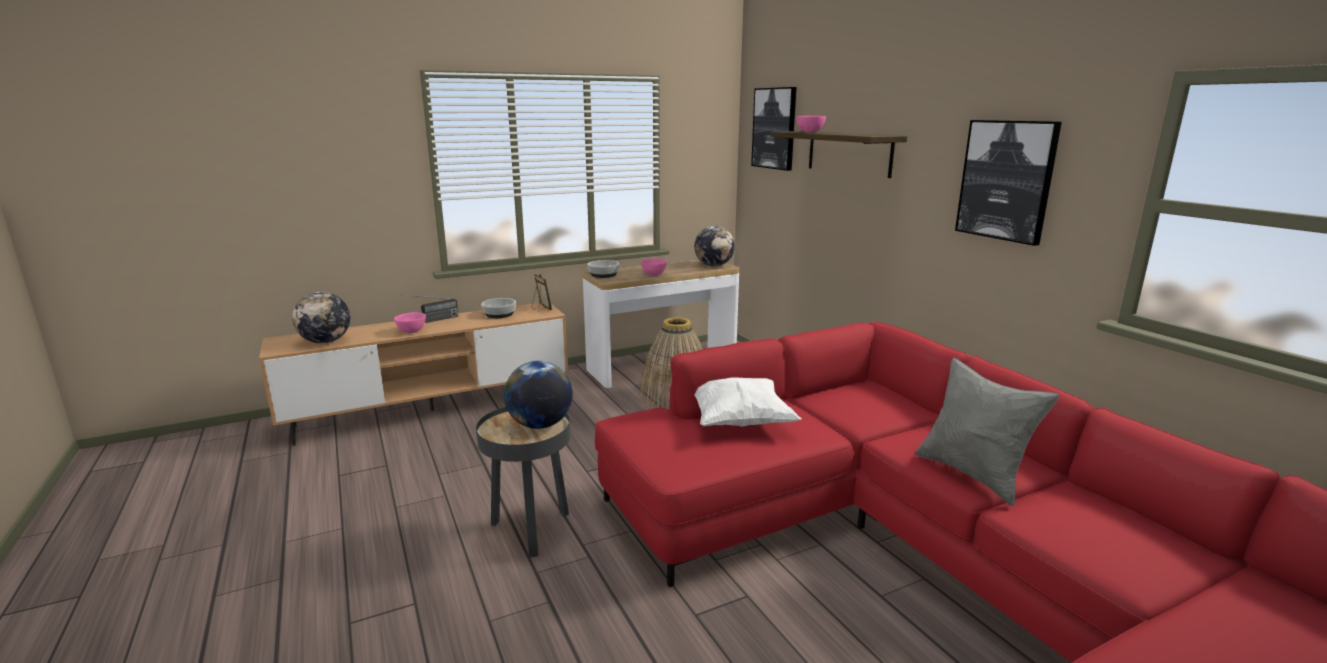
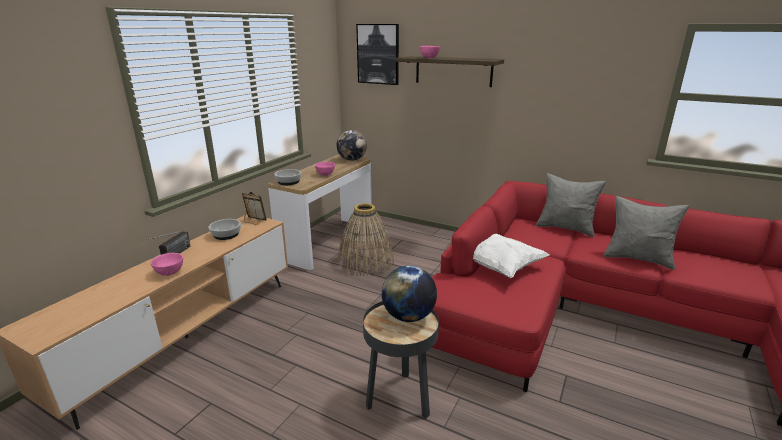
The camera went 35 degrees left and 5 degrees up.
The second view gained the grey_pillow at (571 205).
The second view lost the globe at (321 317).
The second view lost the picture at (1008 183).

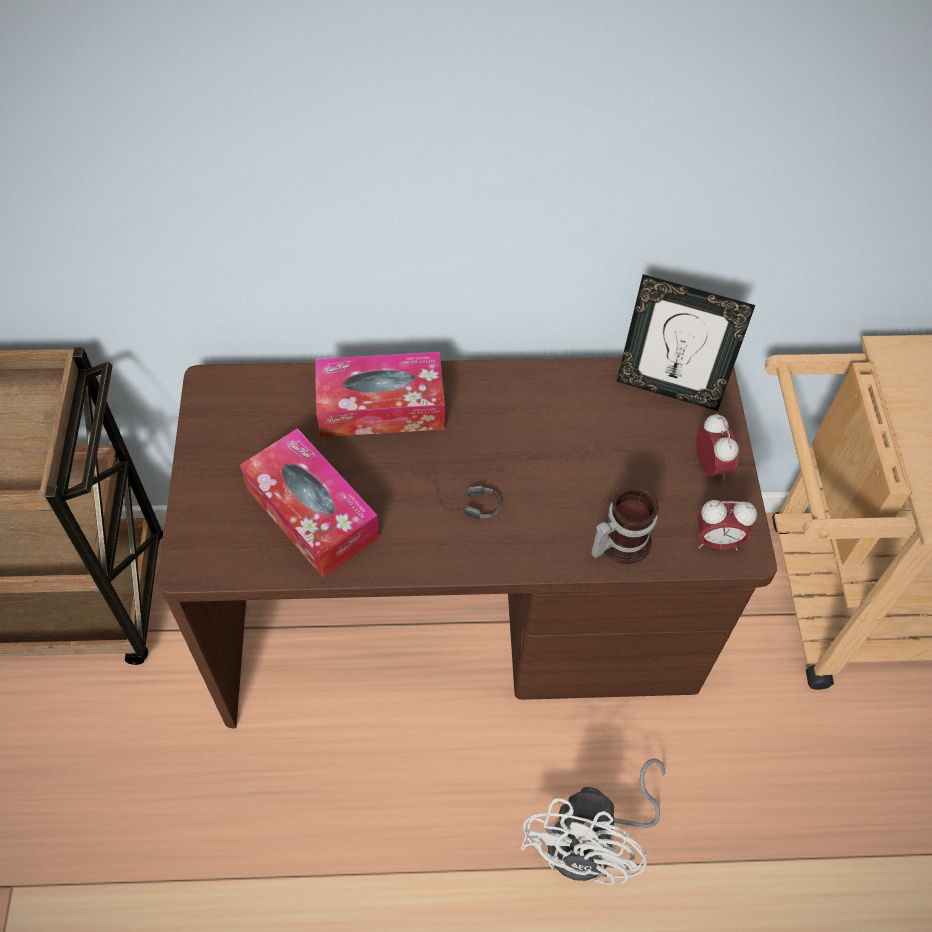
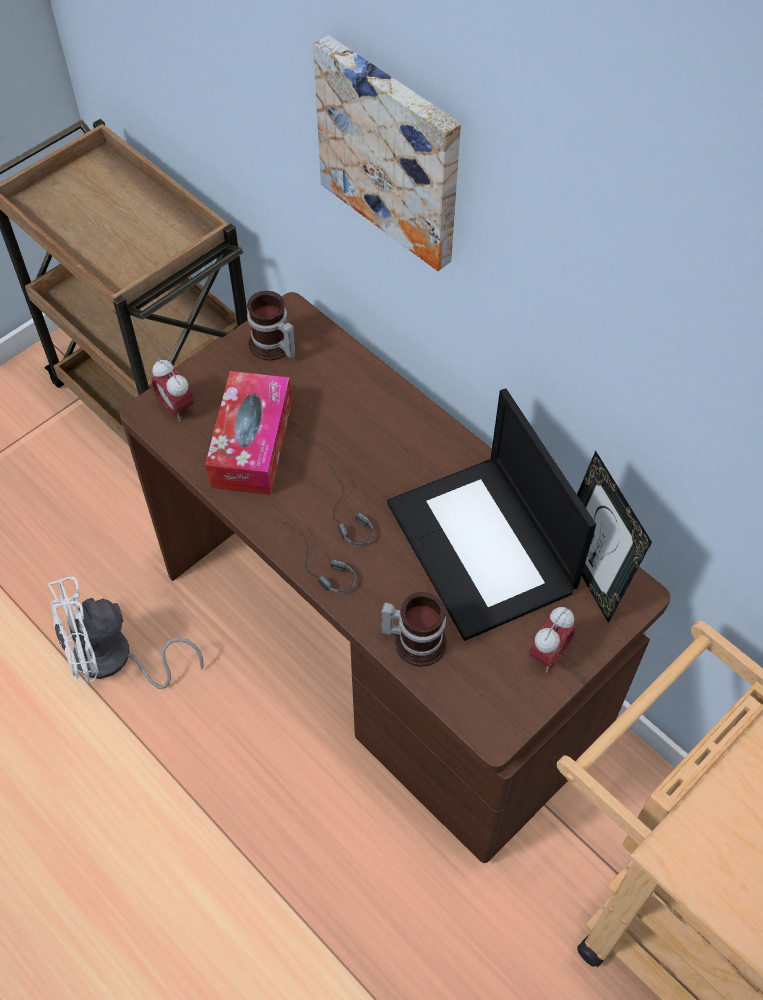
The camera went 50 degrees right and 0 degrees up.
The white_fan ended up elsewhere, having gone from (593 821) to (125 633).
The alarm_clock ended up elsewhere, having gone from (727 525) to (172 390).
The second view gained the mug at (271 326).
The second view gained the headphones at (318 557).
The second view gained the picture at (387 153).
The second view gained the laptop at (491 515).
The second view lost the tissue_box at (380 394).

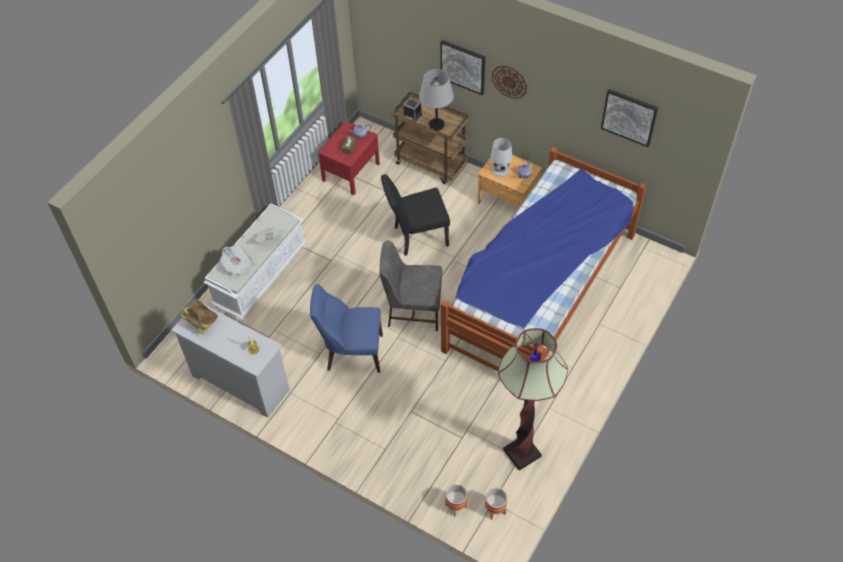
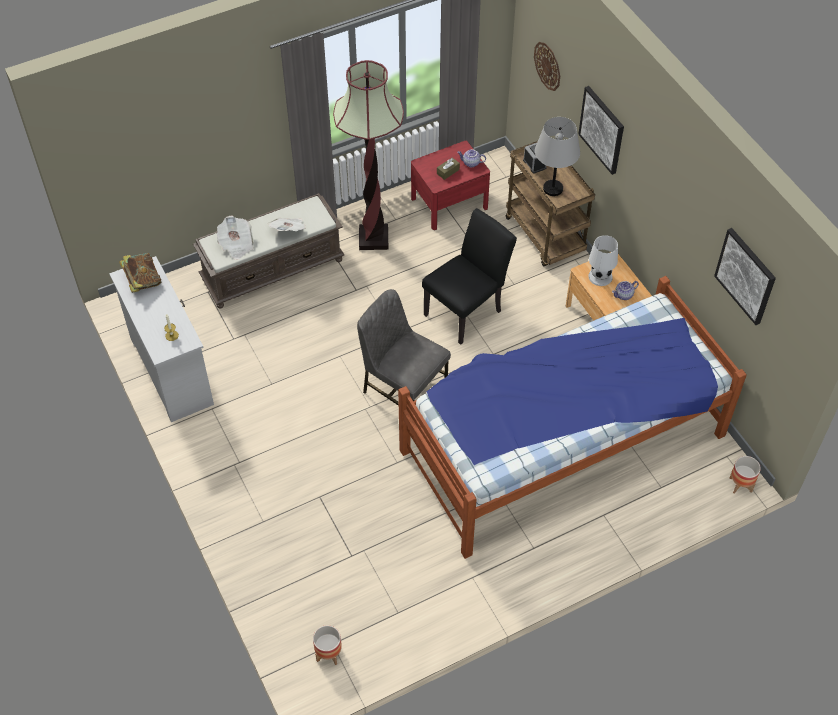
The camera went 30 degrees right and 0 degrees up.
What was the white_bench at (255 263) turned into the brown_bench at (268 251).
The floor_lamp ended up elsewhere, having gone from (533 399) to (368 155).
The black_chair at (415 215) ended up facing another way, 120 degrees clockwise from before.
The wall_clock ended up elsewhere, having gone from (509 82) to (547 66).
The planter ended up elsewhere, having gone from (456 500) to (745 475).
The second view lost the blue_chair at (346 328).

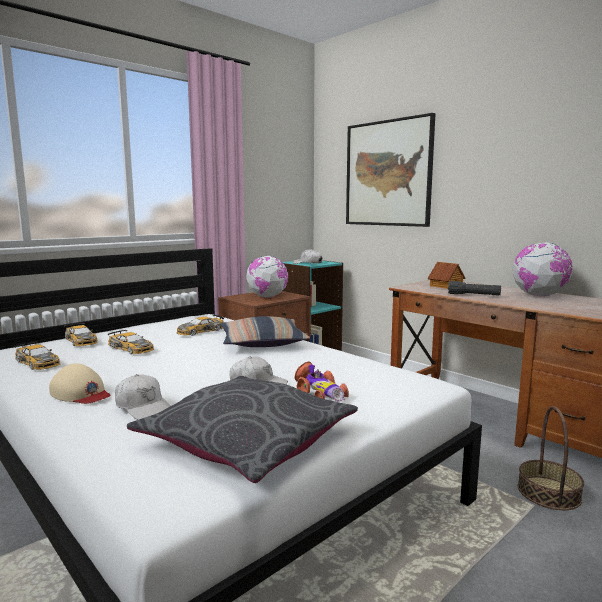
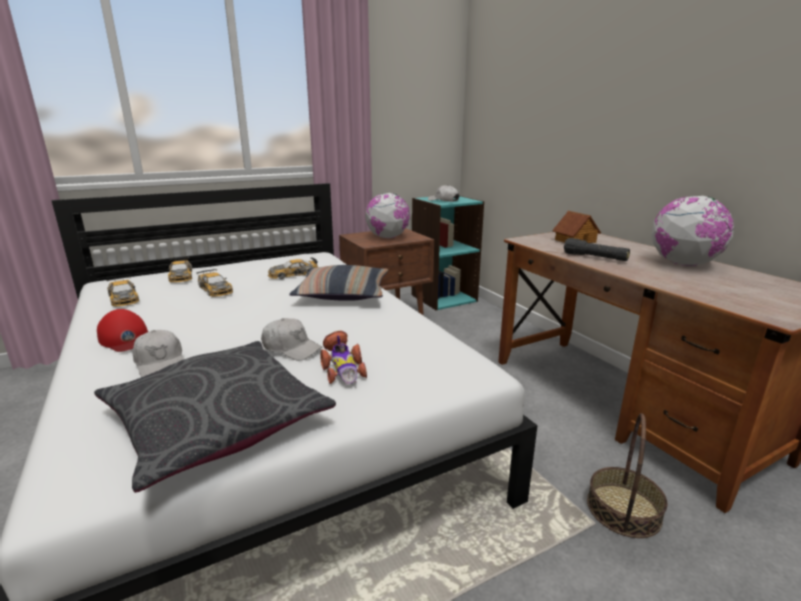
The camera went 15 degrees right and 10 degrees up.
What was the beige_cap at (79 383) turned into the red_cap at (122 330).
The second view lost the picture at (390 170).

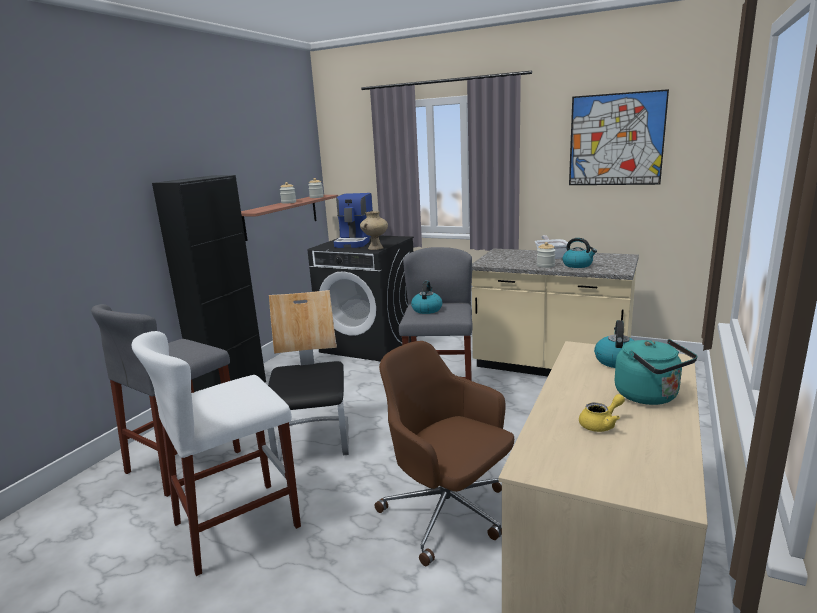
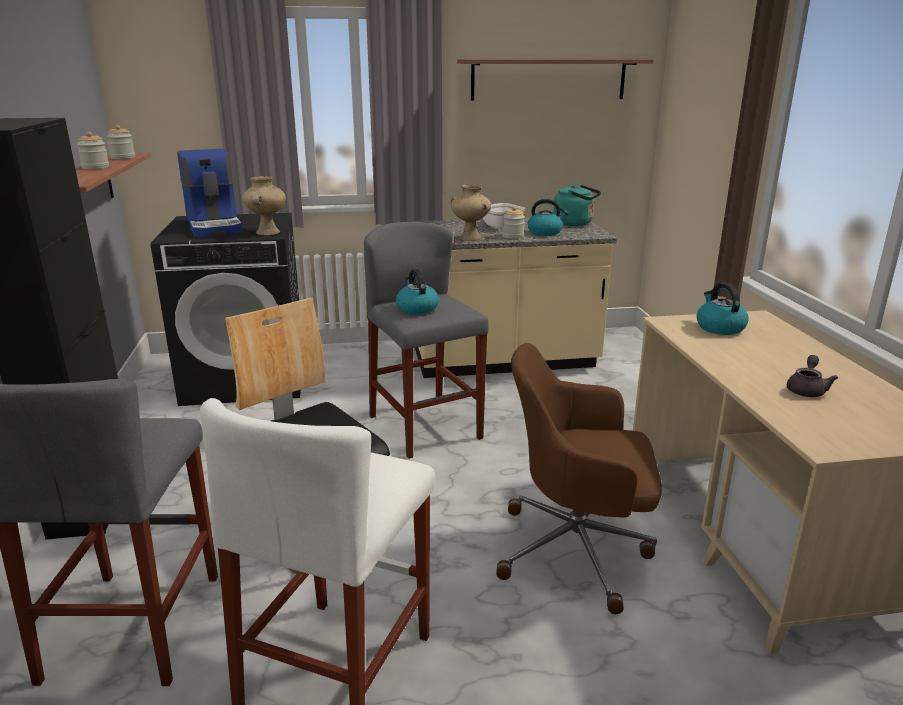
The camera went 35 degrees left and 5 degrees up.
The second view gained the beige_vase at (471 212).
Where the picture hung at (619 137), the shelf came to hang at (555 80).
The turquoise_kettle ended up elsewhere, having gone from (656 372) to (577 205).
What was the yellow_teapot at (602 413) turned into the grey_teapot at (812 376).

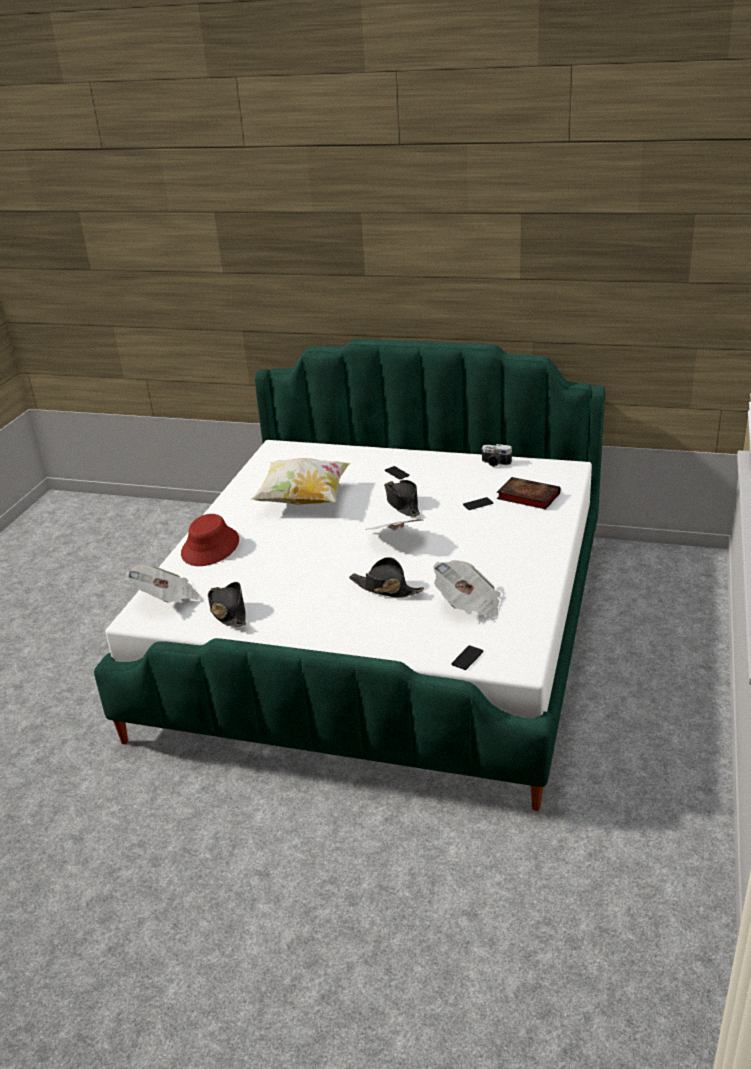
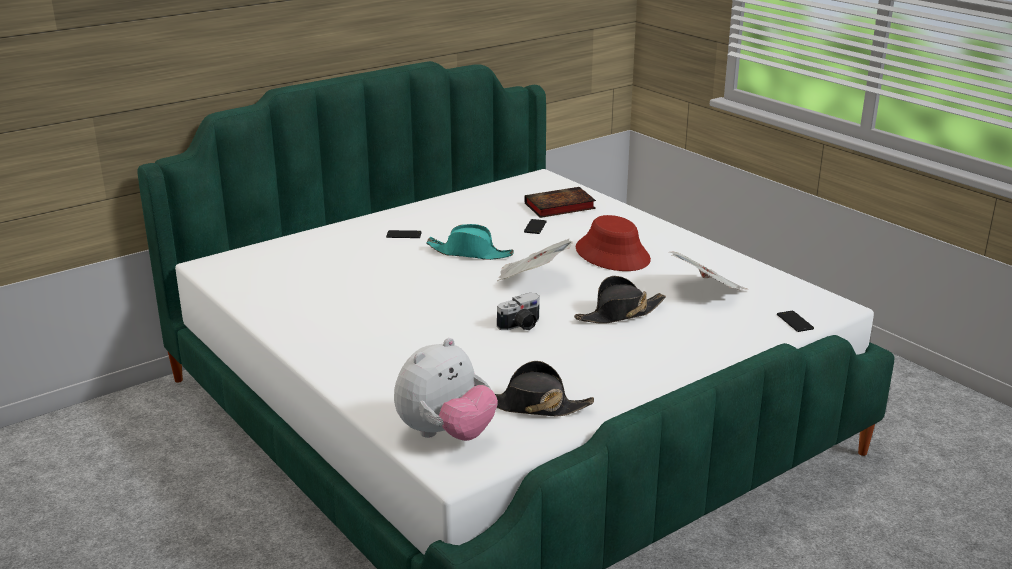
The camera went 55 degrees left and 5 degrees down.
Where the newspaper stood at (164 583), the plush_toy came to stand at (446 389).
What was the black_hat at (402 498) turned into the turquoise_hat at (470 242).
The photo_camera ended up elsewhere, having gone from (497 455) to (518 311).
The red_hat ended up elsewhere, having gone from (210 540) to (613 243).
The second view lost the pillow at (300 481).

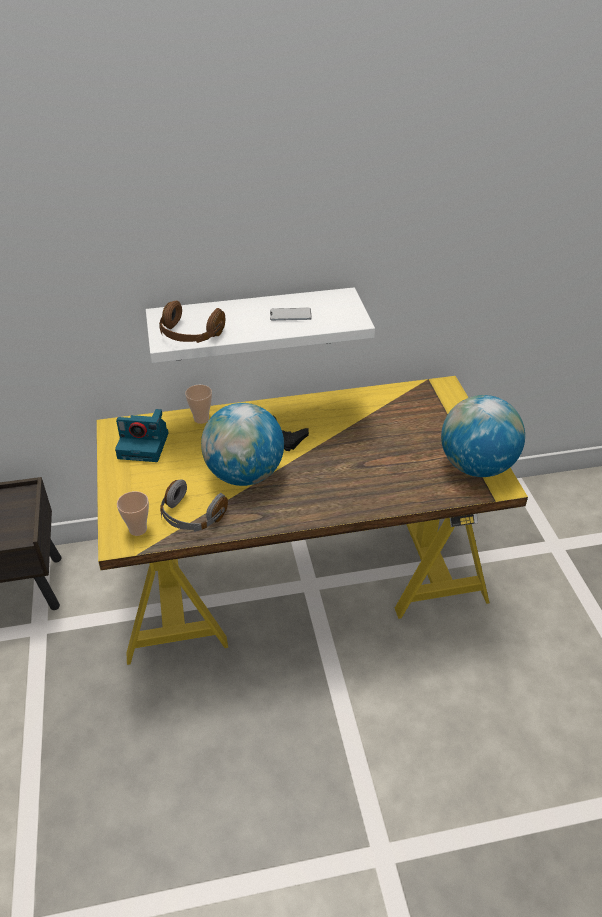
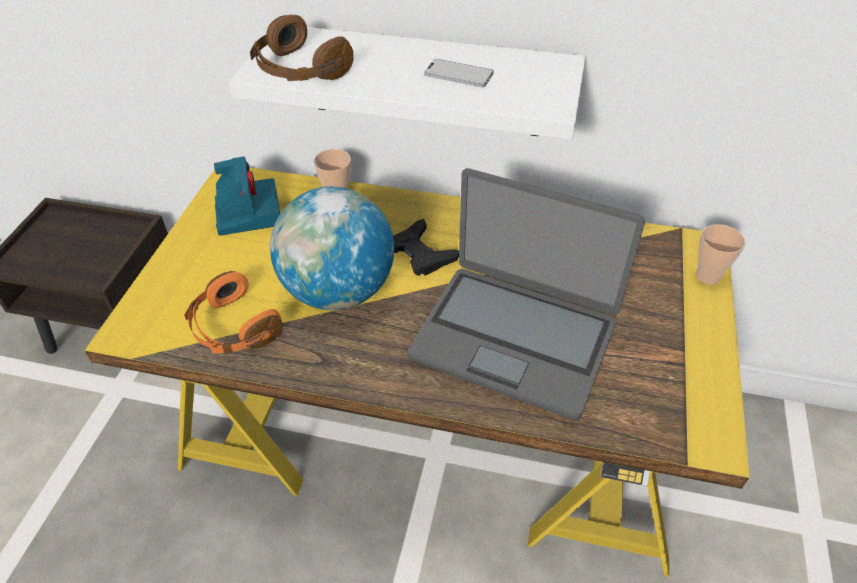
The camera went 25 degrees right and 5 degrees up.
What was the grey_headphones at (194 505) turned into the orange_headphones at (233 312).
The photo_camera at (141 435) ended up facing another way, 135 degrees counterclockwise from before.
The second view gained the laptop at (526 294).
The cup ended up elsewhere, having gone from (133 513) to (721 254).
The second view lost the globe at (483 436).

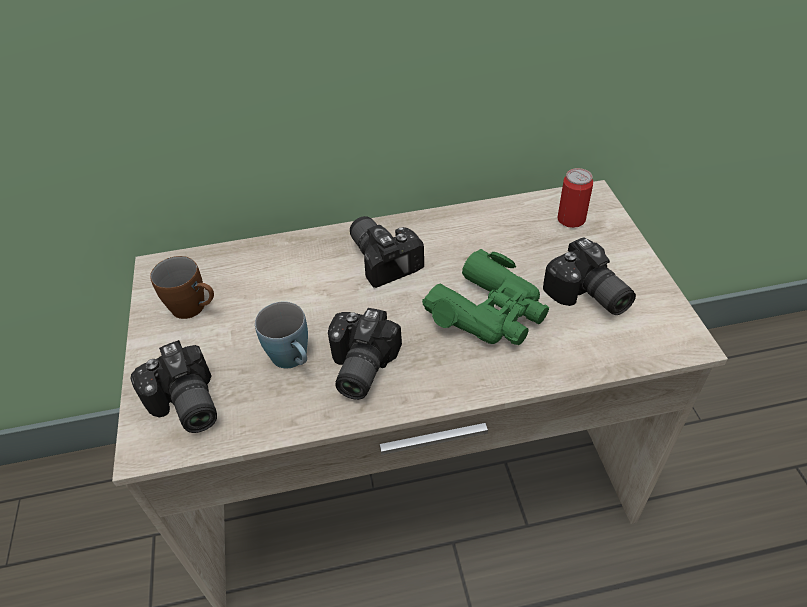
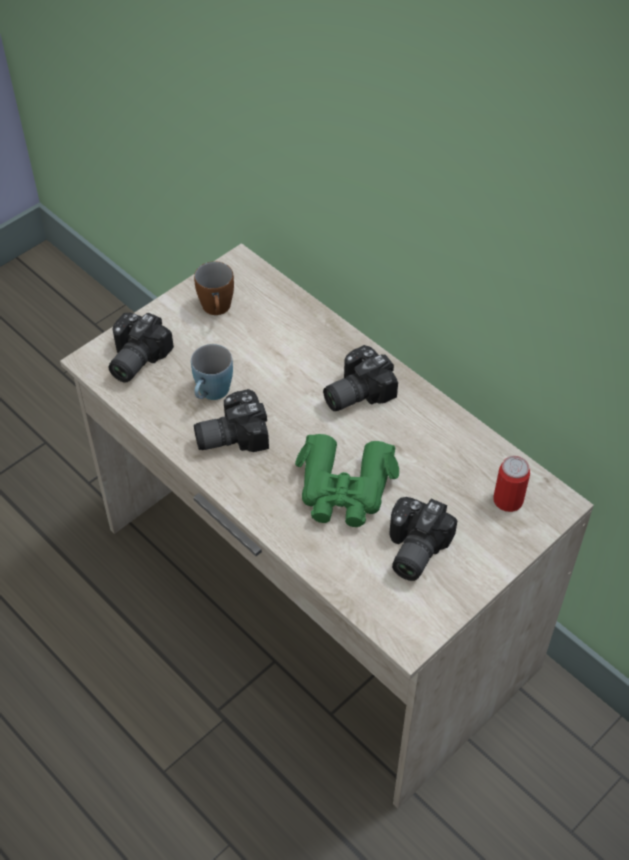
The camera went 55 degrees right and 5 degrees up.
The photo_camera at (387 252) ended up facing another way, 150 degrees counterclockwise from before.

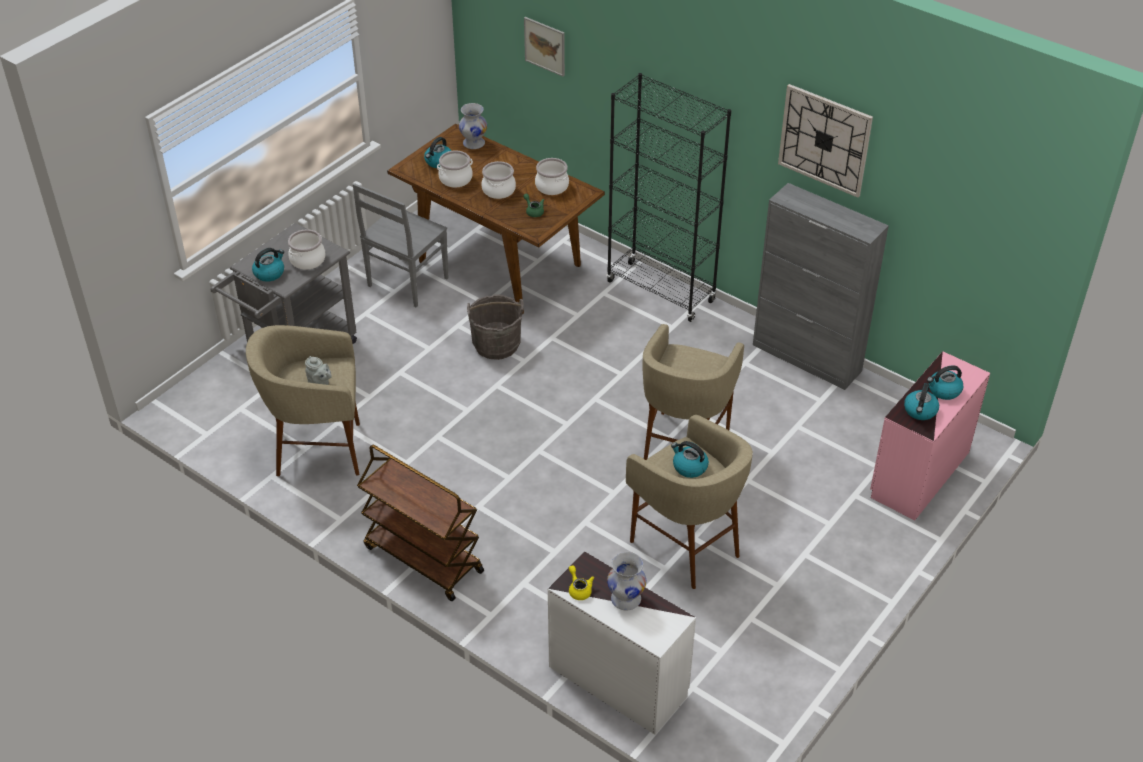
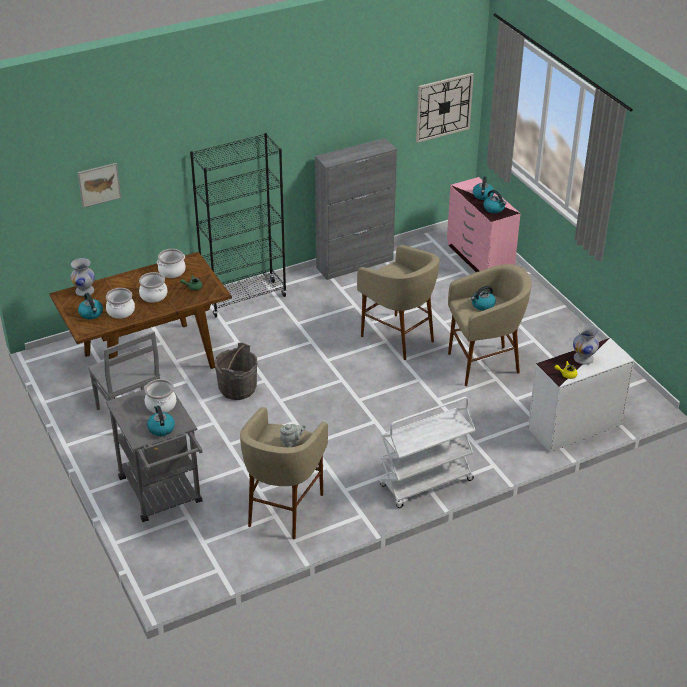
The camera went 65 degrees left and 5 degrees down.
What was the brown_cart at (420 523) turned into the white_cart at (427 452).
The wall_clock ended up elsewhere, having gone from (825 140) to (445 108).

